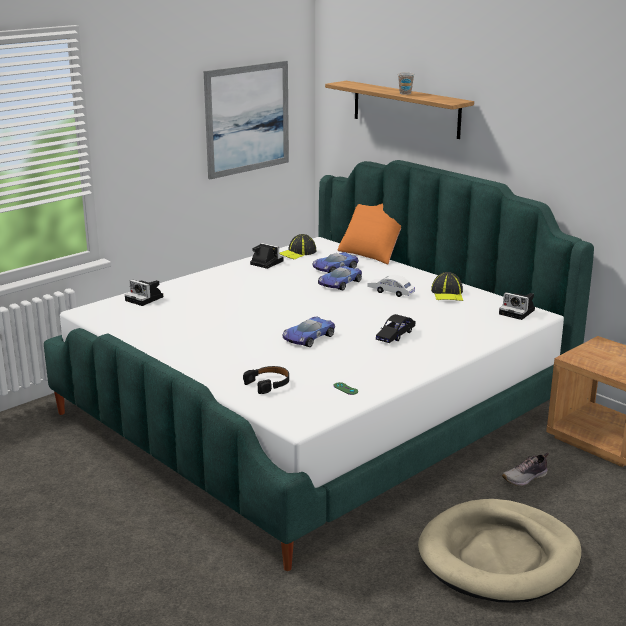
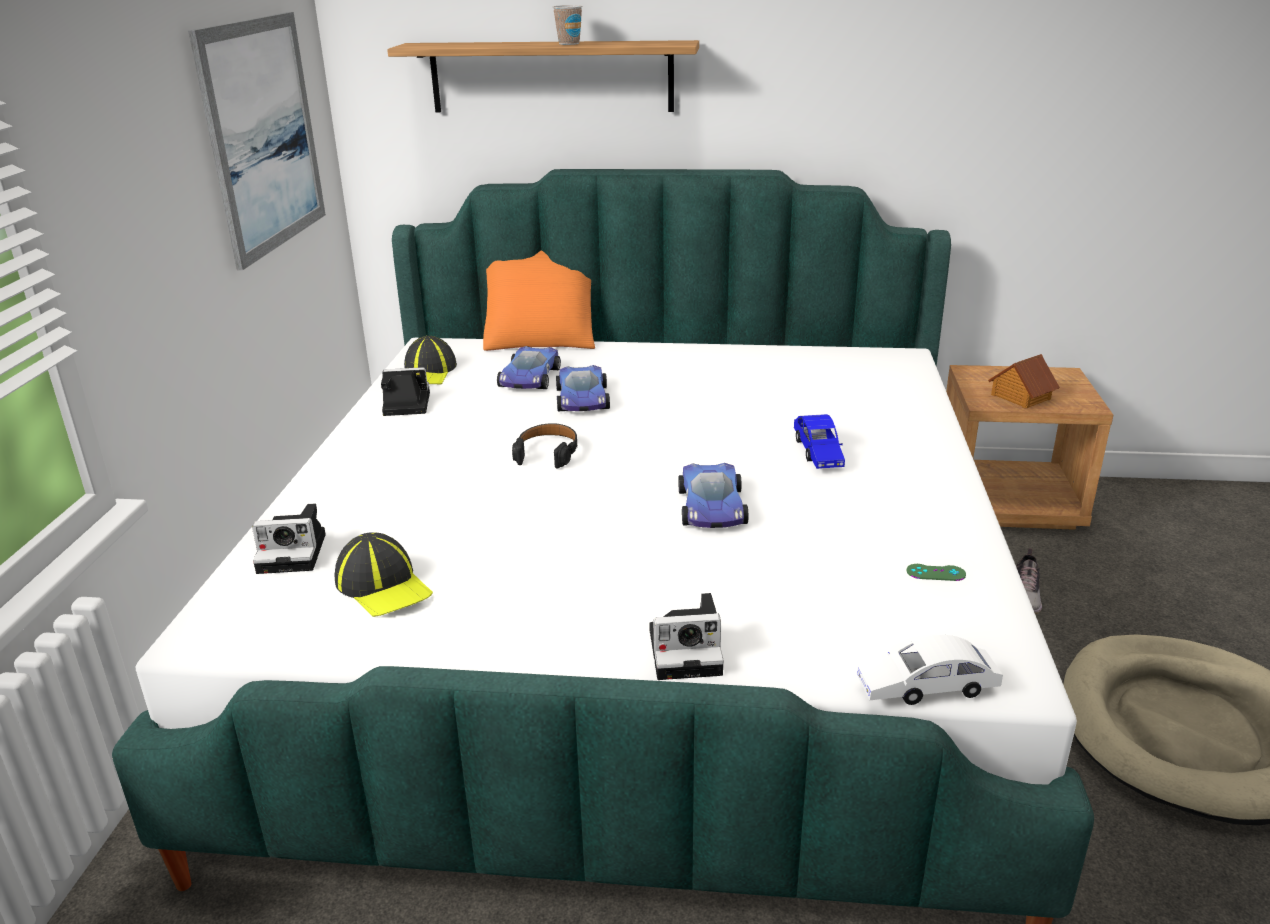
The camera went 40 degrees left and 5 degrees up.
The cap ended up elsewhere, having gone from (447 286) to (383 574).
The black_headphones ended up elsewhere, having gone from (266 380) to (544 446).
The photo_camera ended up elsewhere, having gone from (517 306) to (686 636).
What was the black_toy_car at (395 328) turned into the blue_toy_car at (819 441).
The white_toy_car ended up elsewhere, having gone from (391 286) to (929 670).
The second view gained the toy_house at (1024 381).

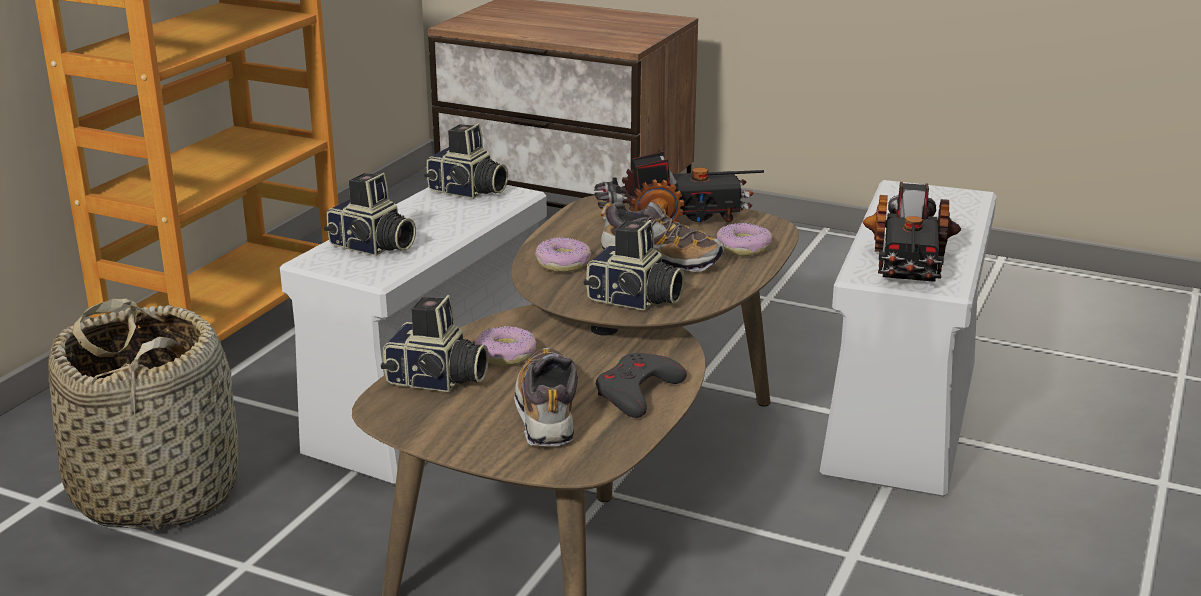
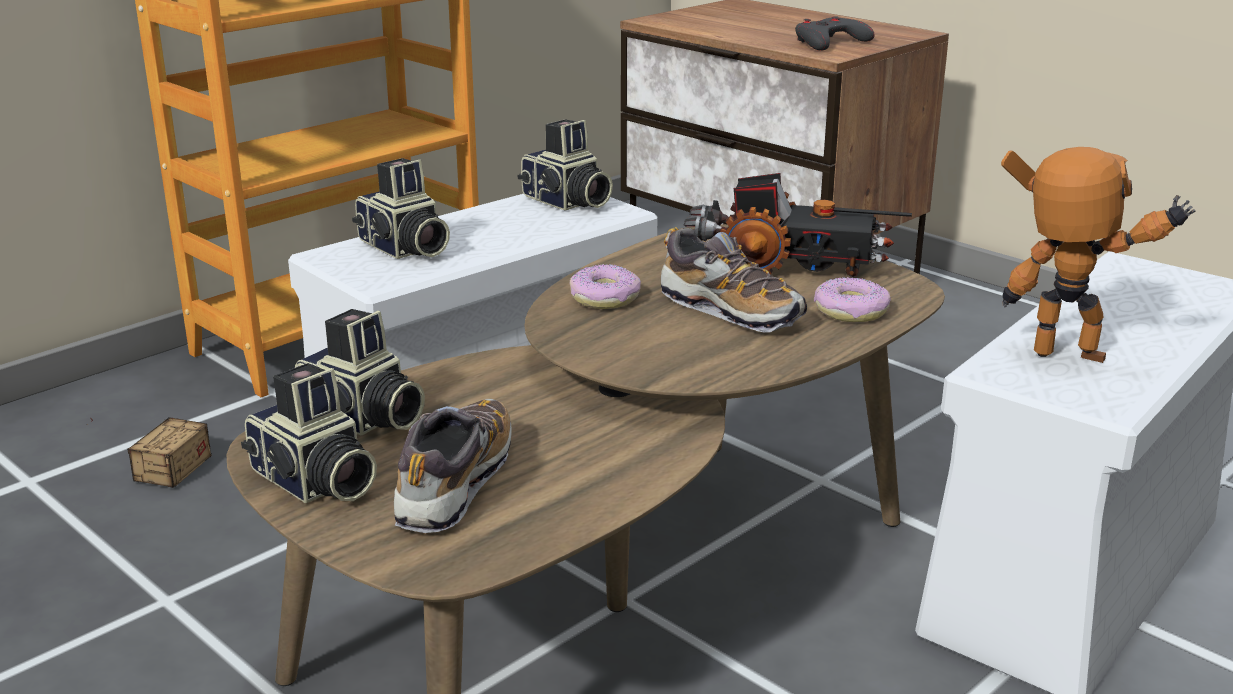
The camera went 20 degrees right and 0 degrees up.
Where the basket stood at (143 415), the storage_box came to stand at (149 452).
The photo_camera ended up elsewhere, having gone from (634 265) to (309 433).
The grey_game_controller ended up elsewhere, having gone from (641 385) to (835 33).
Where the toy_truck stood at (912 232), the toy_robot came to stand at (1098 255).
The second view lost the donut at (506 345).

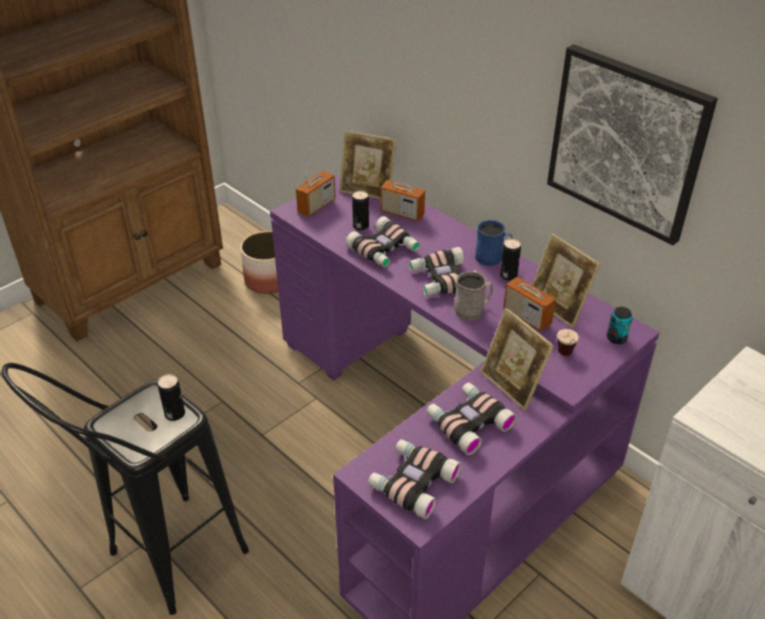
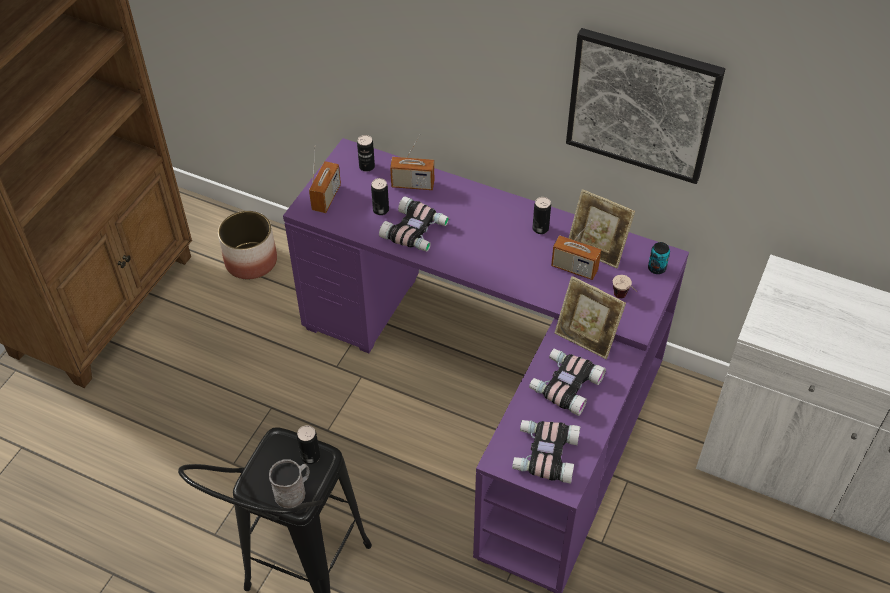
The camera went 20 degrees left and 10 degrees up.
The grey_mug ended up elsewhere, having gone from (473 295) to (289 483).
Where the picture_frame stood at (367 165), the can came to stand at (366 153).
The second view lost the binoculars at (442 271).
The second view lost the blue_mug at (494 243).

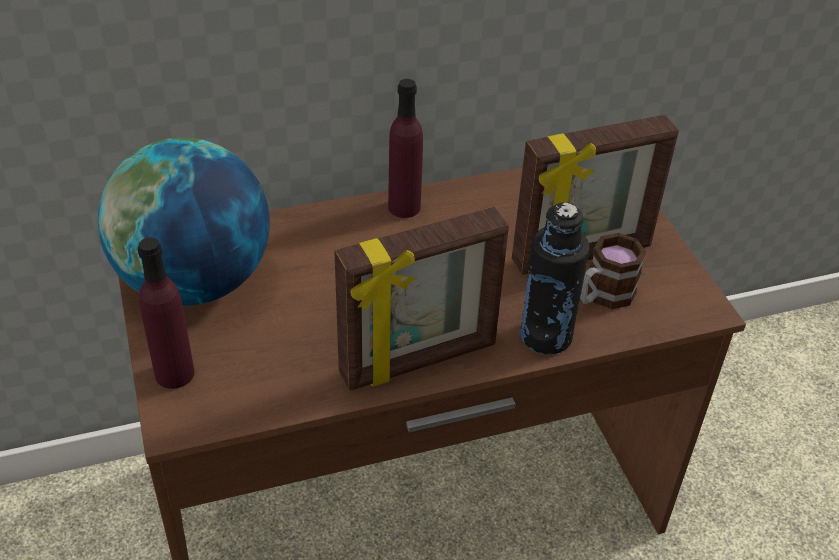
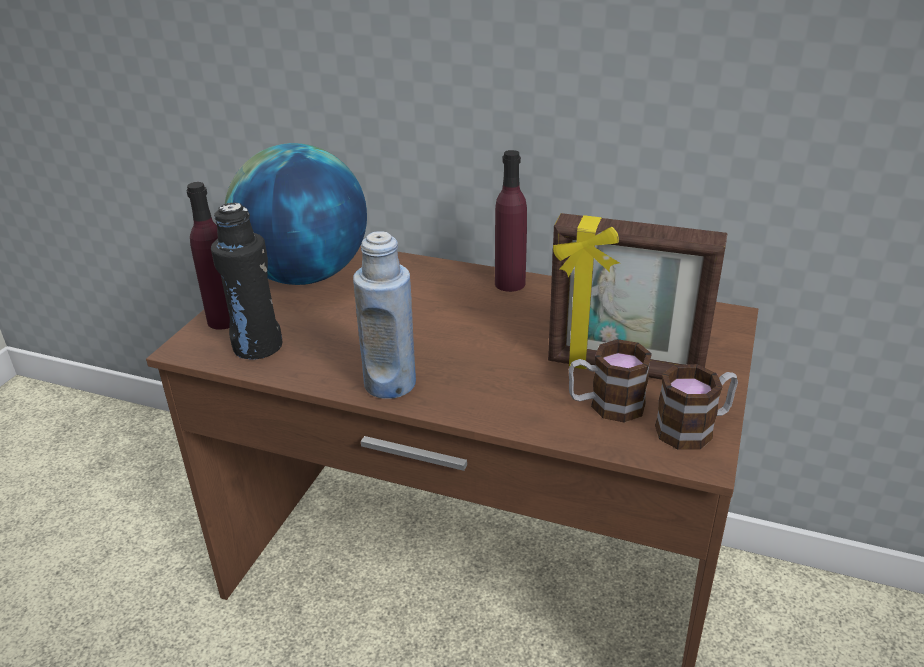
The camera went 40 degrees right and 10 degrees down.
The black_bottle ended up elsewhere, having gone from (554 278) to (246 281).
Where the picture_frame stood at (421 299), the blue_bottle came to stand at (384 315).
The second view gained the mug at (696 407).

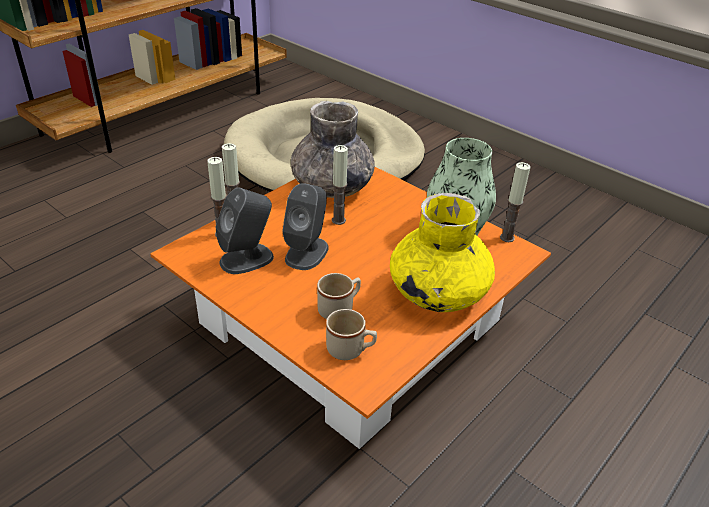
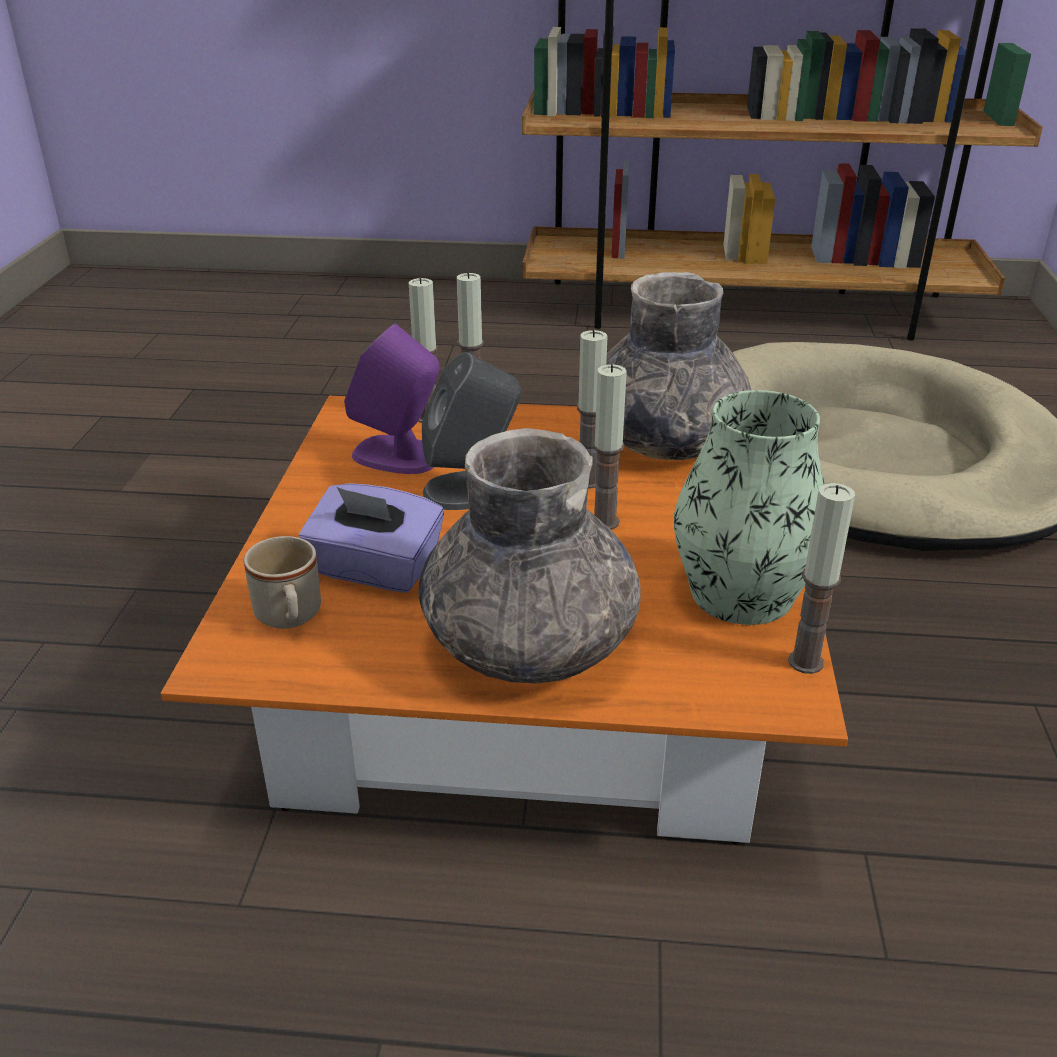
The camera went 55 degrees right and 5 degrees down.
Where the beige_mug stood at (339 296), the purple_tissue_box came to stand at (371 538).
What was the grey_speaker at (245 231) turned into the purple_speaker at (391 398).
What was the yellow_vase at (442 252) turned into the grey_vase at (529 556).
The second view gained the candle at (610 447).

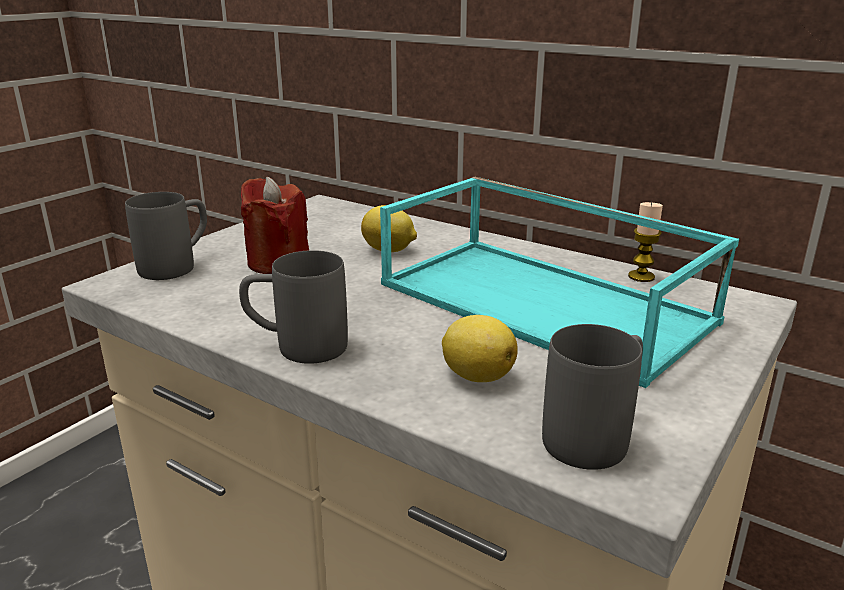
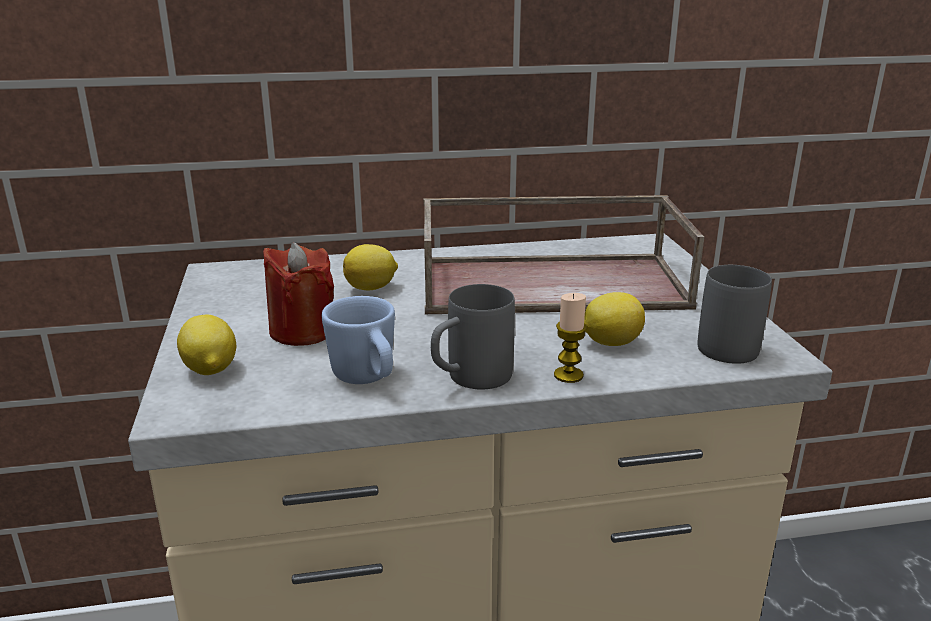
The camera went 45 degrees left and 0 degrees up.
Where the grey_mug stood at (166 236), the lemon came to stand at (206 344).
The second view gained the blue_mug at (358 340).
What was the turquoise_tray at (559 282) turned into the brown_tray at (564 254).
The candle ended up elsewhere, having gone from (645 242) to (570 338).

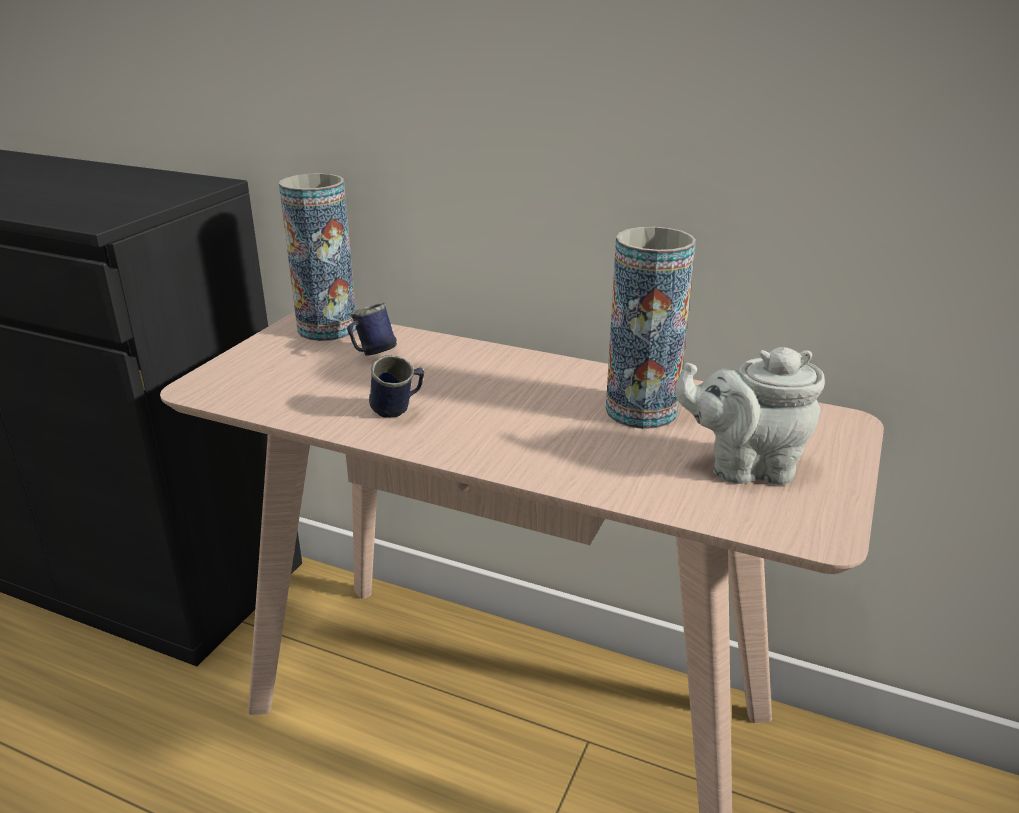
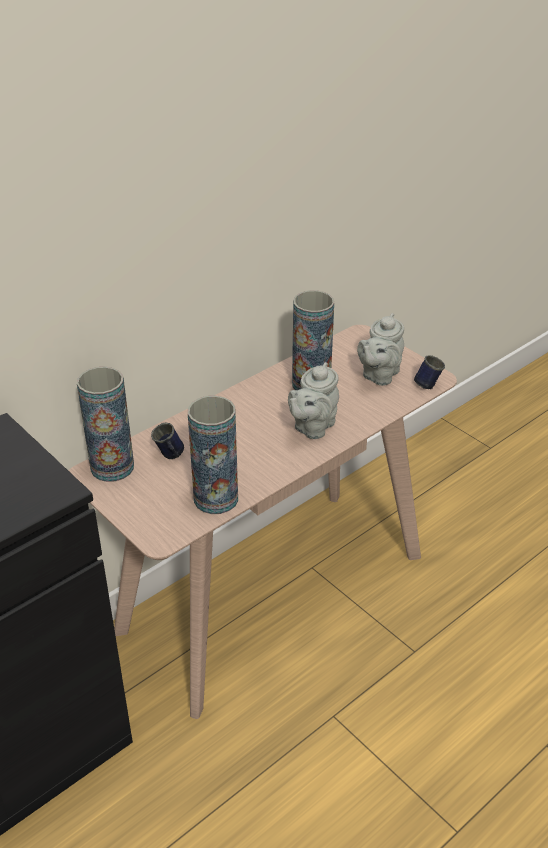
The camera went 65 degrees left and 10 degrees up.
The second view gained the vase at (213 455).
The second view gained the grey_teapot at (313 400).
The blue_mug ended up elsewhere, having gone from (396 386) to (429 372).

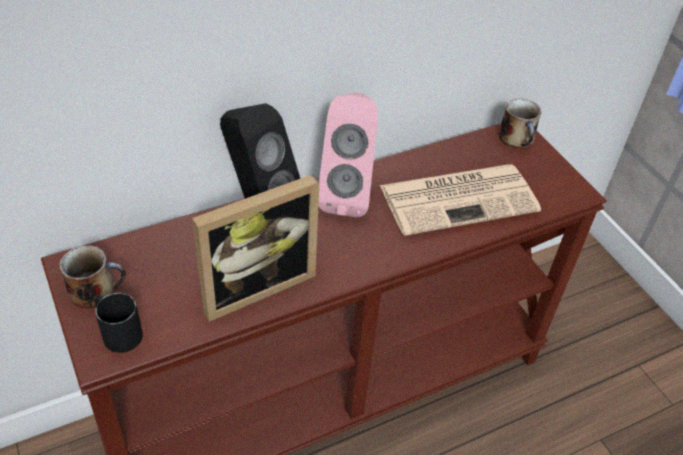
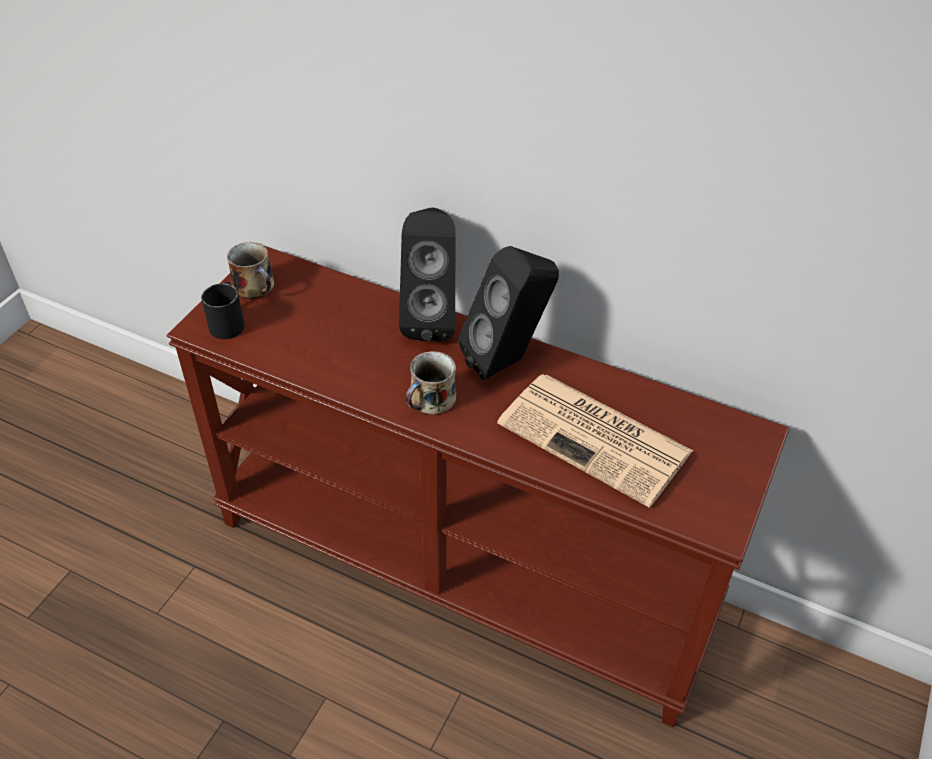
The camera went 55 degrees right and 0 degrees up.
The mug ended up elsewhere, having gone from (519 123) to (431 383).
What was the pink_speaker at (348 155) turned into the black_speaker at (508 313).
The second view lost the picture_frame at (256 248).

